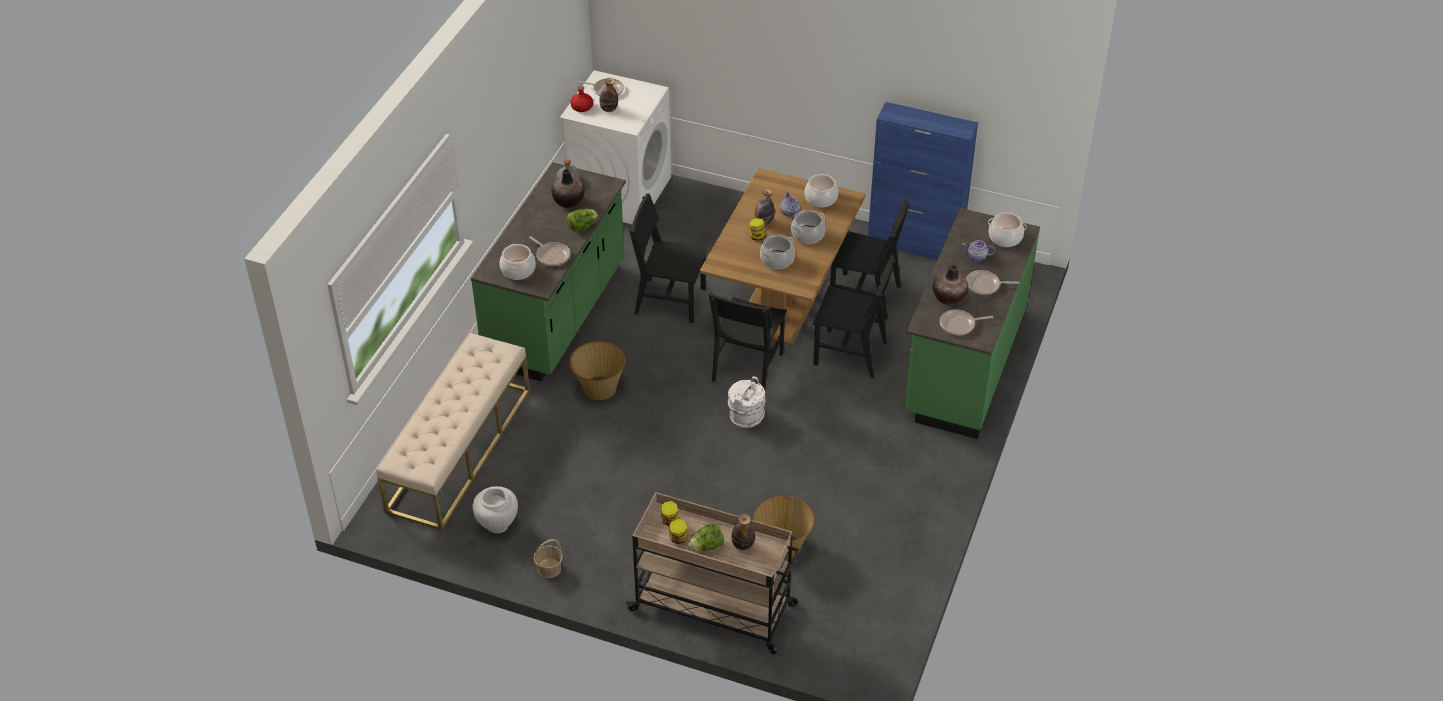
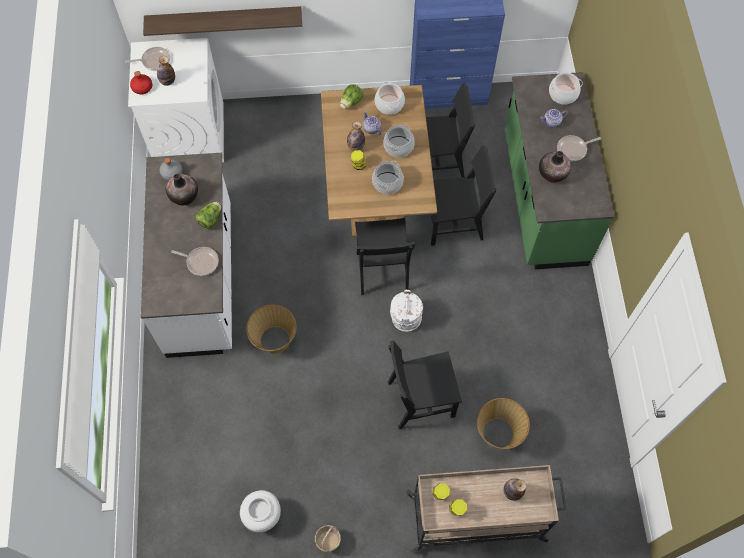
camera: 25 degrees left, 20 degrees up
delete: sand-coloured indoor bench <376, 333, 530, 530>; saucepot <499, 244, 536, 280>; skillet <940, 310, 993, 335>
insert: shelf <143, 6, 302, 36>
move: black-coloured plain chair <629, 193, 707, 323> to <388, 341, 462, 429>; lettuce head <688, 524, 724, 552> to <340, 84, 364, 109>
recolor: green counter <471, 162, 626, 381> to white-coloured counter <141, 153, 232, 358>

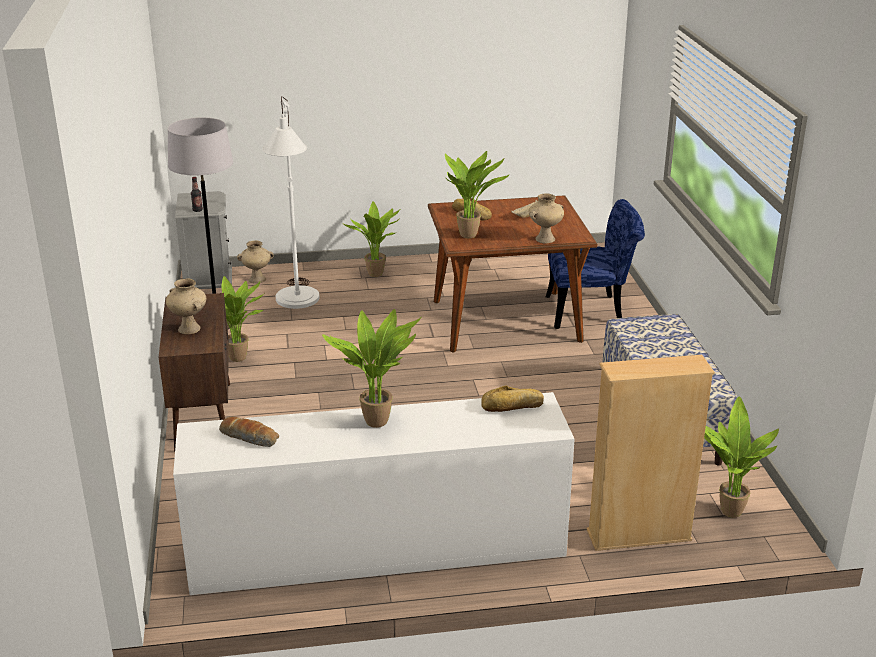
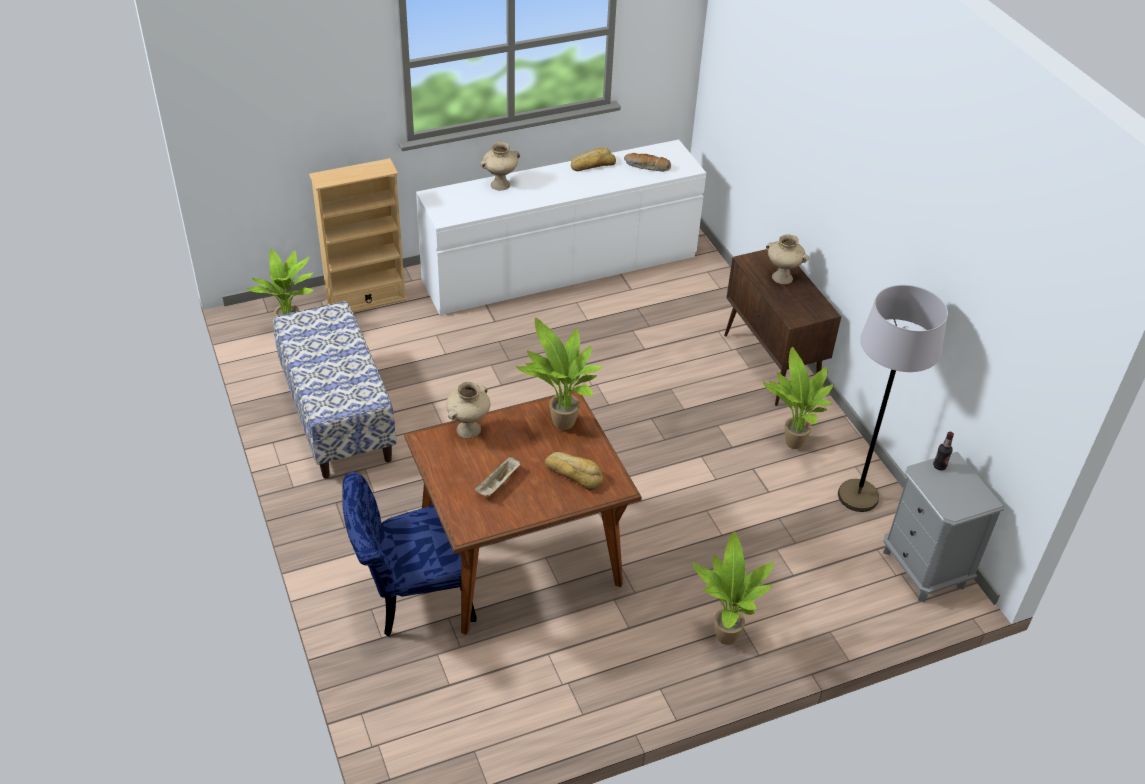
camera: 165 degrees right, 15 degrees up
delete: white-coloured floor lamp <262, 96, 320, 309>; plant in a pot <322, 309, 421, 428>
move: sand-coloured flower vase <237, 241, 274, 283> to <480, 142, 520, 190>; bakery bread <481, 385, 544, 412> to <571, 148, 616, 171>

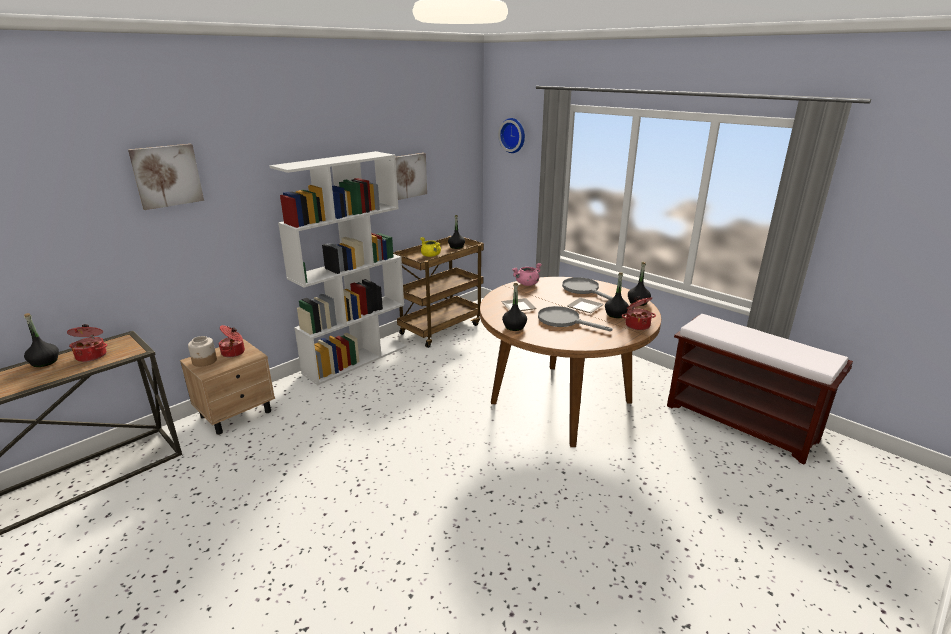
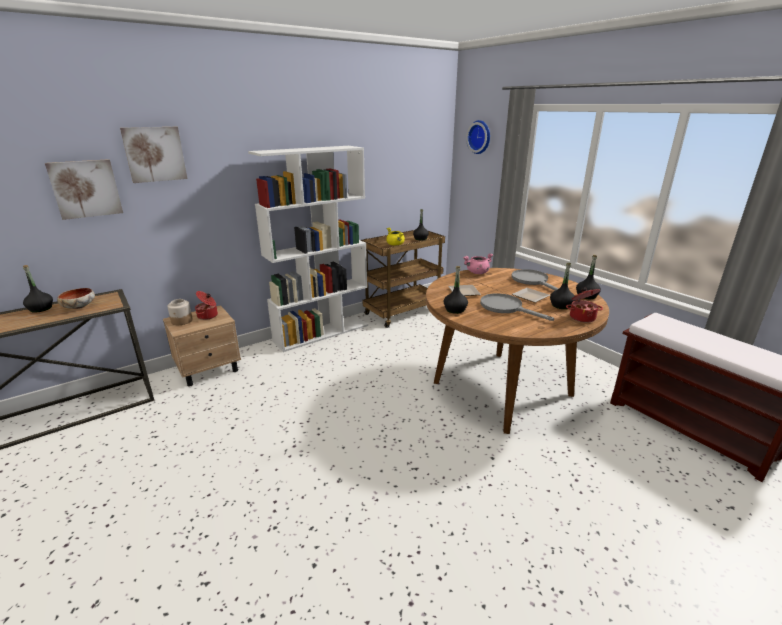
camera: 10 degrees right, 0 degrees up
move: wall art <395, 153, 427, 200> to <45, 159, 123, 220>
replace: saucepot <67, 324, 107, 362> to bowl <57, 288, 95, 309>

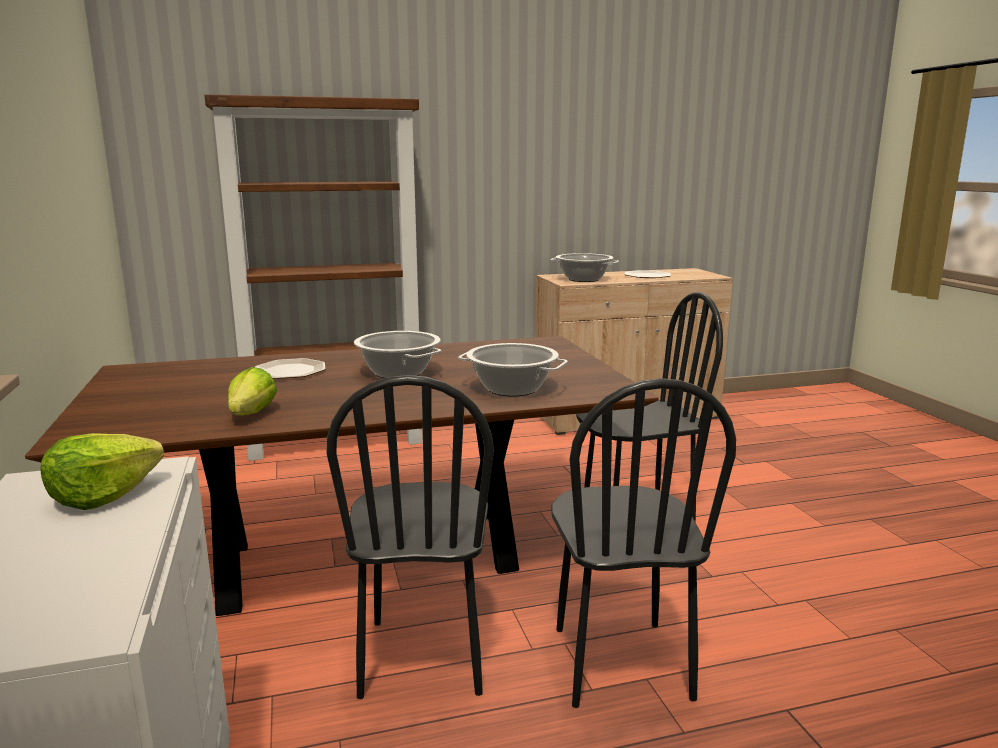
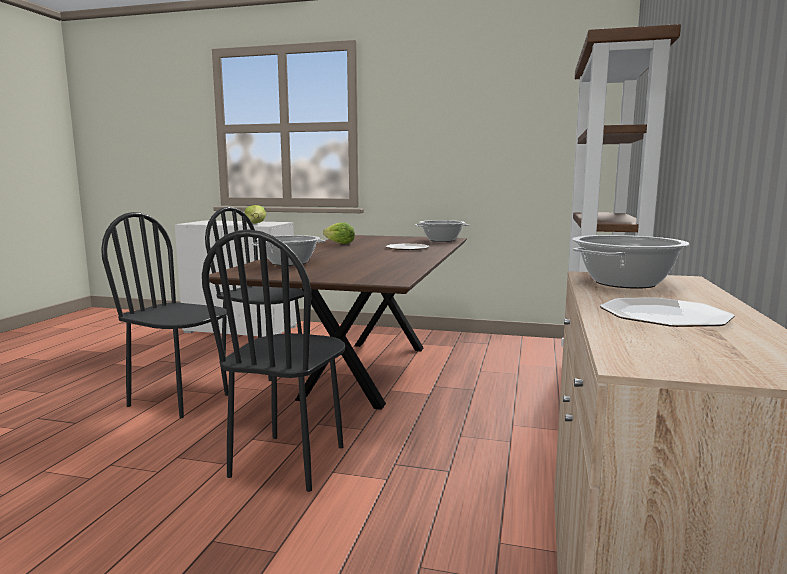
camera: 120 degrees right, 5 degrees down
move: saucepot <354, 331, 441, 378> to <415, 220, 469, 242>

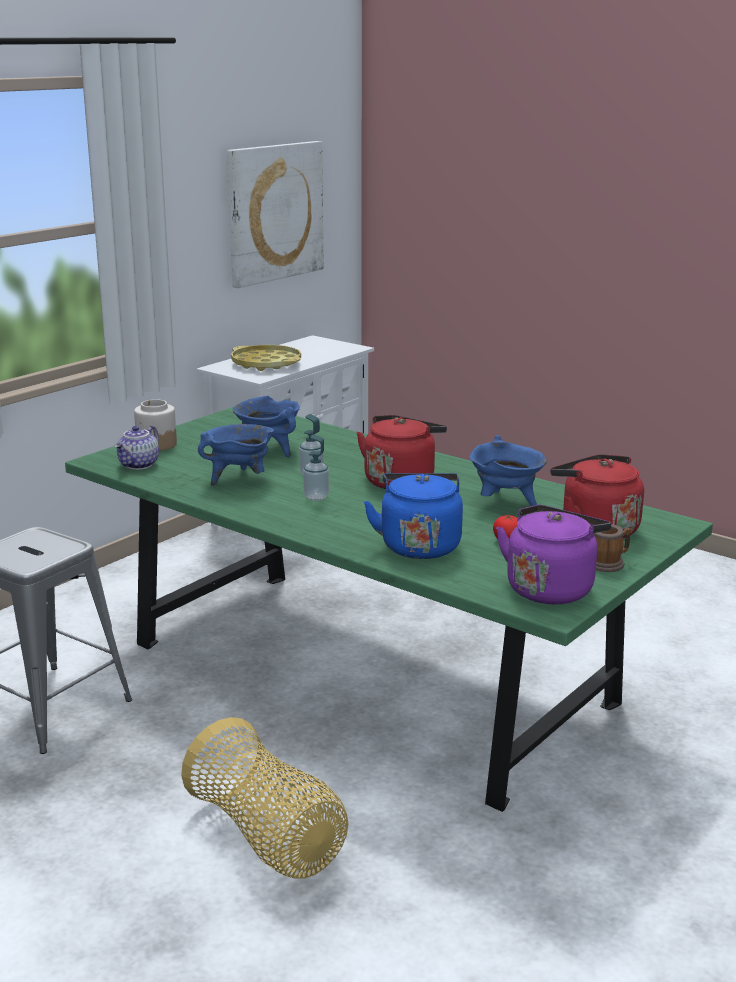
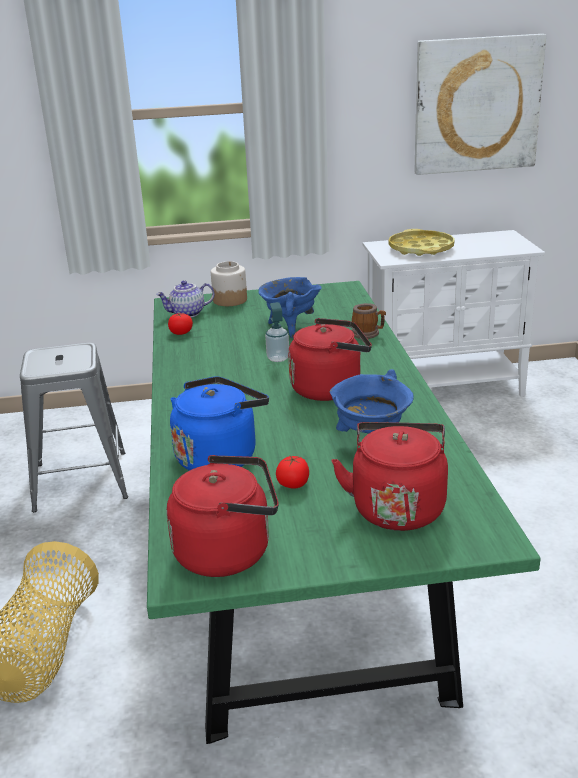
camera: 45 degrees right, 5 degrees up
delete: blue saucepot <198, 424, 274, 486>; soap dispenser <303, 434, 329, 500>
insert: fresh tomato <168, 313, 193, 335>
move: coffee mug <593, 524, 632, 572> to <351, 303, 386, 339>
recolor: purplish kettle <496, 505, 611, 604> to red-coloured kettle <166, 455, 279, 577>

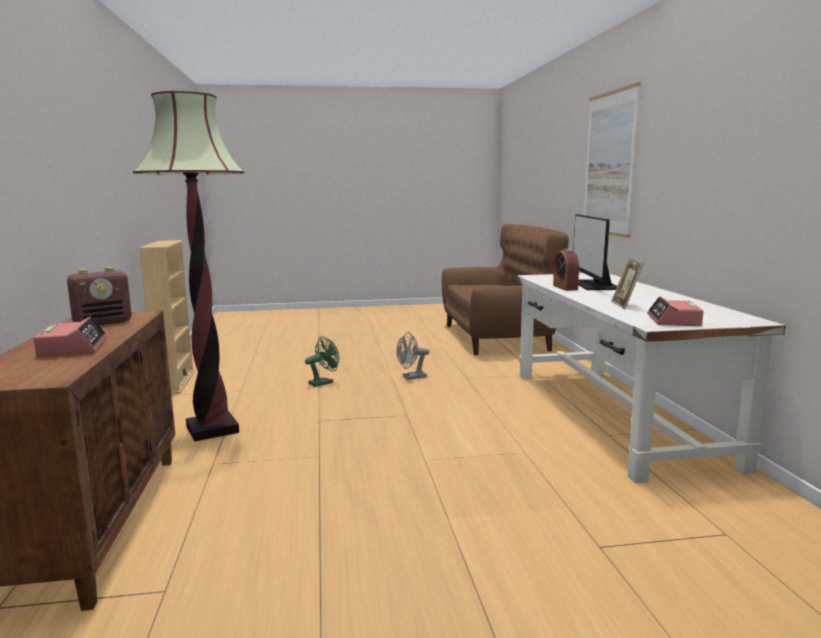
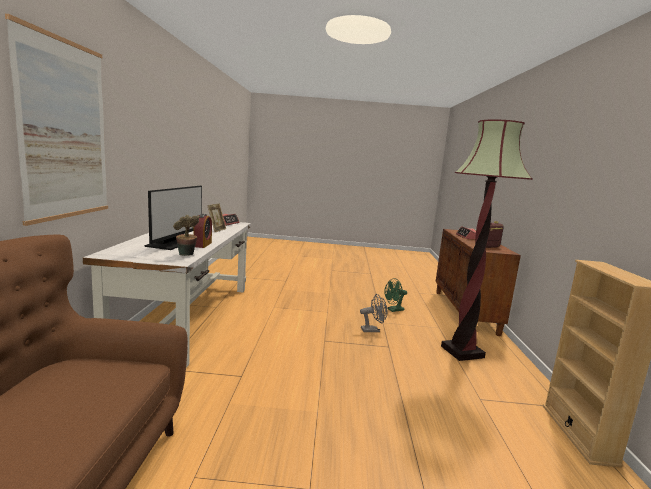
camera: 170 degrees left, 0 degrees up
insert: plant in a pot <173, 215, 199, 256>
move: green fan <305, 336, 339, 387> to <384, 278, 407, 312>; gray fan <397, 332, 430, 380> to <360, 294, 388, 332>

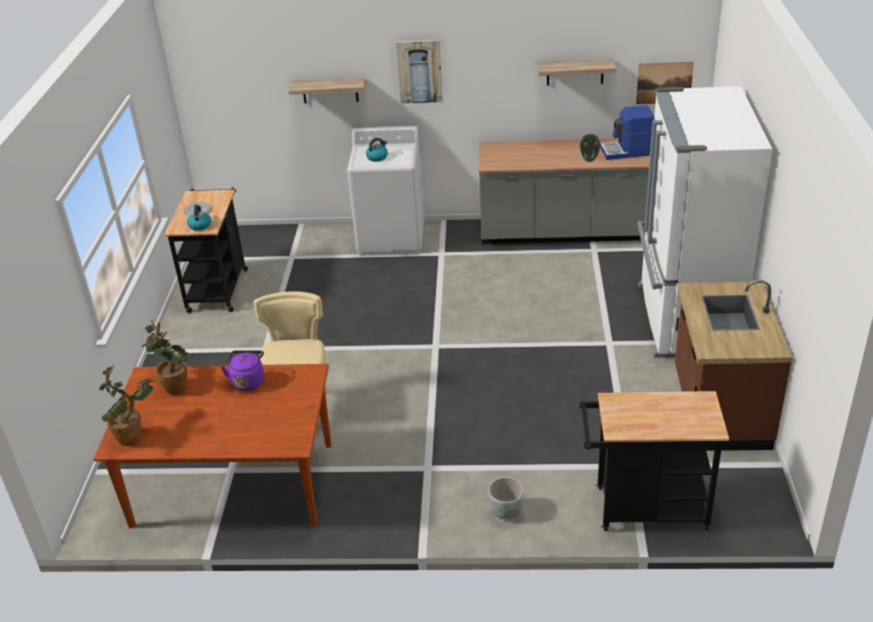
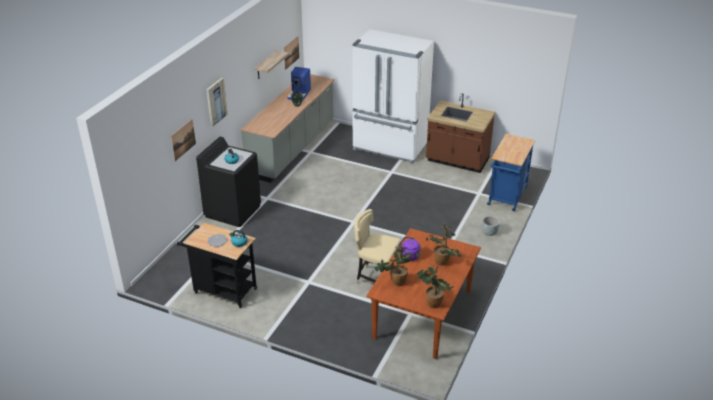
camera: 70 degrees left, 0 degrees up
insert: plant in a pot <426, 223, 461, 266>
replace: shelf <288, 78, 366, 104> to wall art <171, 119, 196, 161>
recolor: white-coloured washing machine <347, 126, 424, 256> to black-coloured washing machine <196, 137, 261, 227>; black-coloured trolley <579, 391, 729, 531> to blue trolley <487, 134, 535, 212>

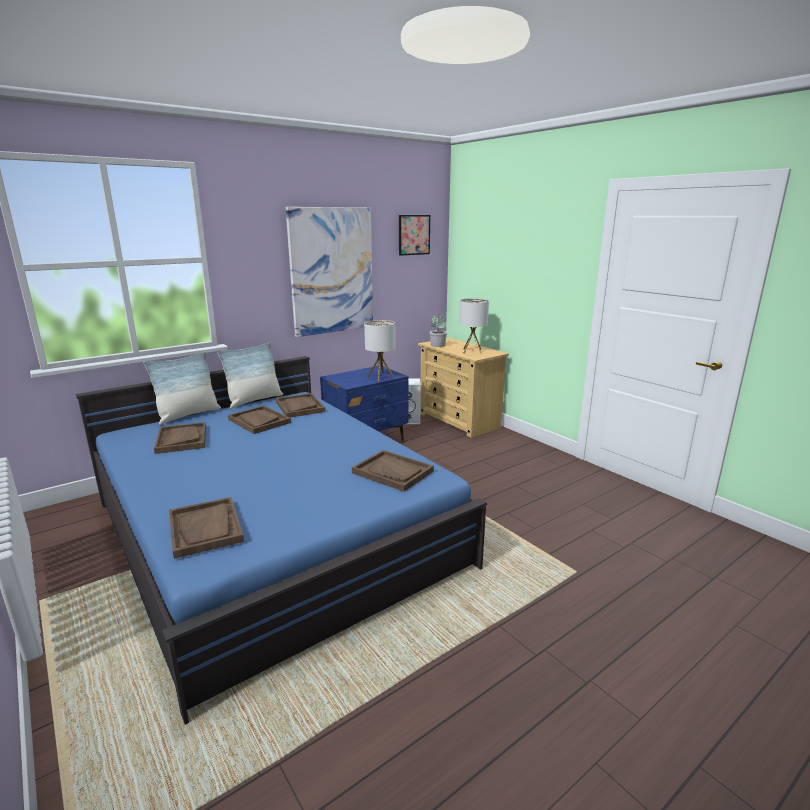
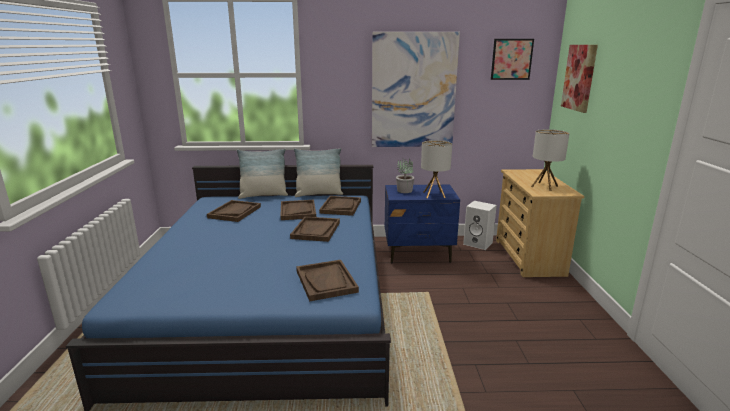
camera: 35 degrees right, 0 degrees up
insert: wall art <561, 45, 598, 113>
move: brown carrying tray <169, 497, 244, 559> to <290, 216, 340, 242>; plant in a pot <429, 314, 447, 347> to <396, 157, 414, 193>

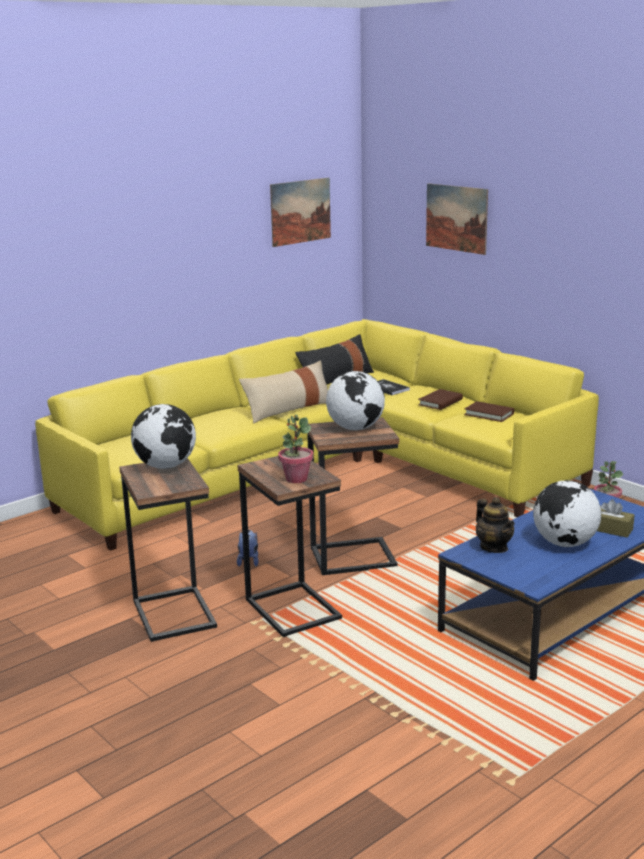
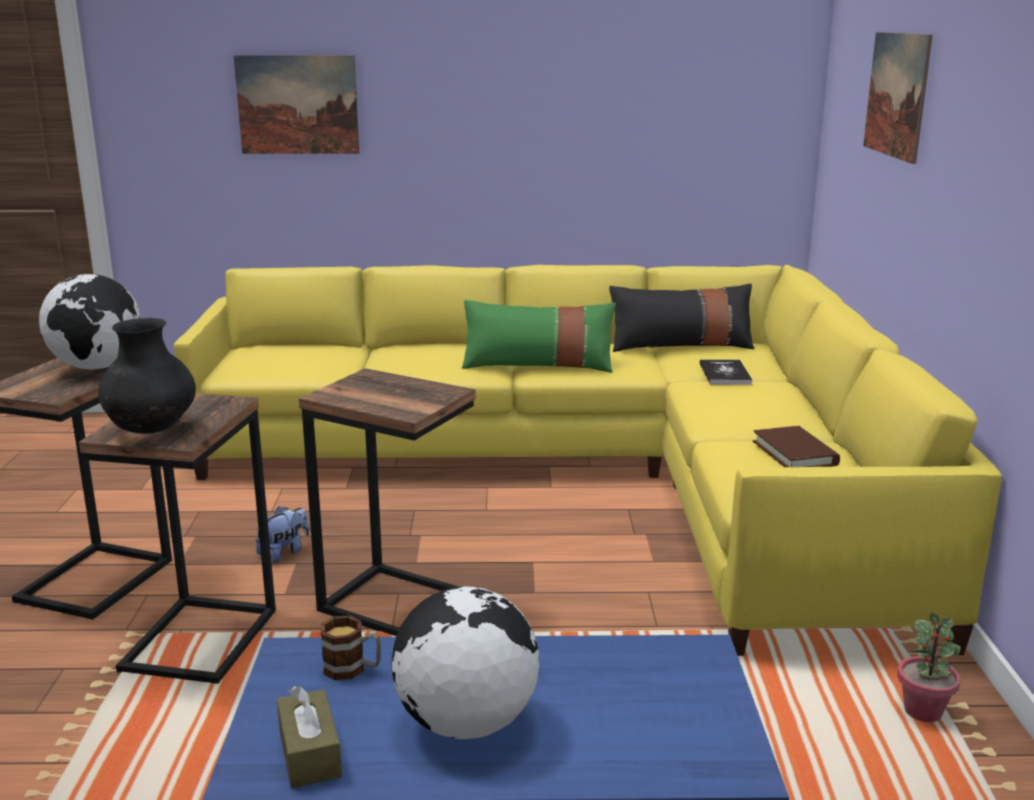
camera: 40 degrees right, 0 degrees up
delete: world globe <326, 371, 385, 430>; brown book <418, 389, 463, 410>
move: wall art <270, 178, 331, 247> to <234, 55, 360, 154>; brown tissue box <597, 499, 634, 537> to <277, 686, 342, 788>
replace: plant in a pot <278, 415, 314, 483> to black-coloured flower vase <98, 318, 196, 434>; teapot <476, 497, 515, 553> to coffee mug <321, 615, 381, 680>
recolor: sand-coloured cushion <239, 361, 328, 423> to green cushion <462, 300, 616, 373>

